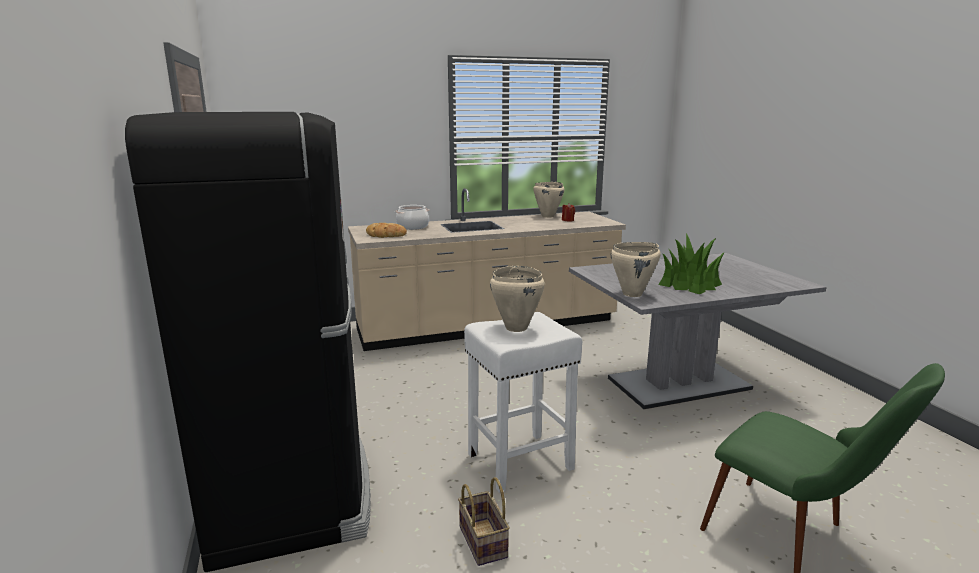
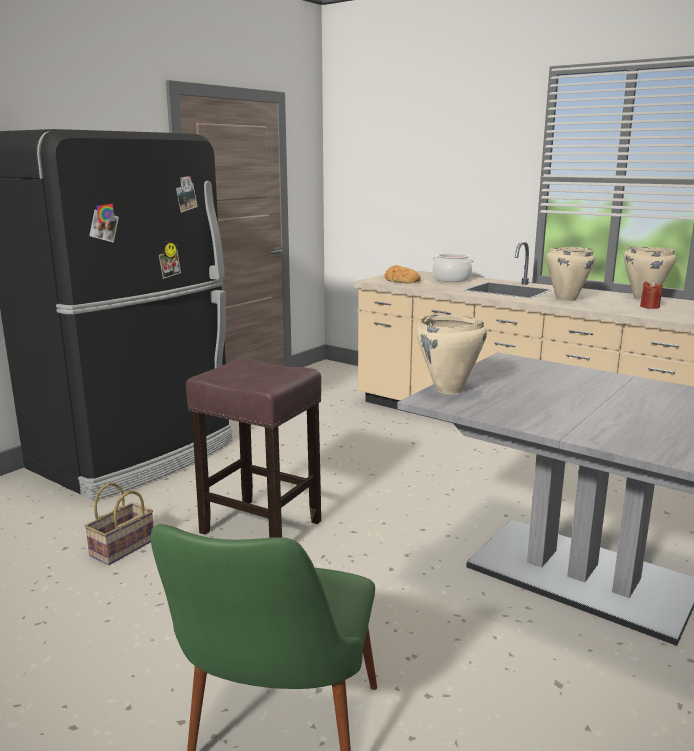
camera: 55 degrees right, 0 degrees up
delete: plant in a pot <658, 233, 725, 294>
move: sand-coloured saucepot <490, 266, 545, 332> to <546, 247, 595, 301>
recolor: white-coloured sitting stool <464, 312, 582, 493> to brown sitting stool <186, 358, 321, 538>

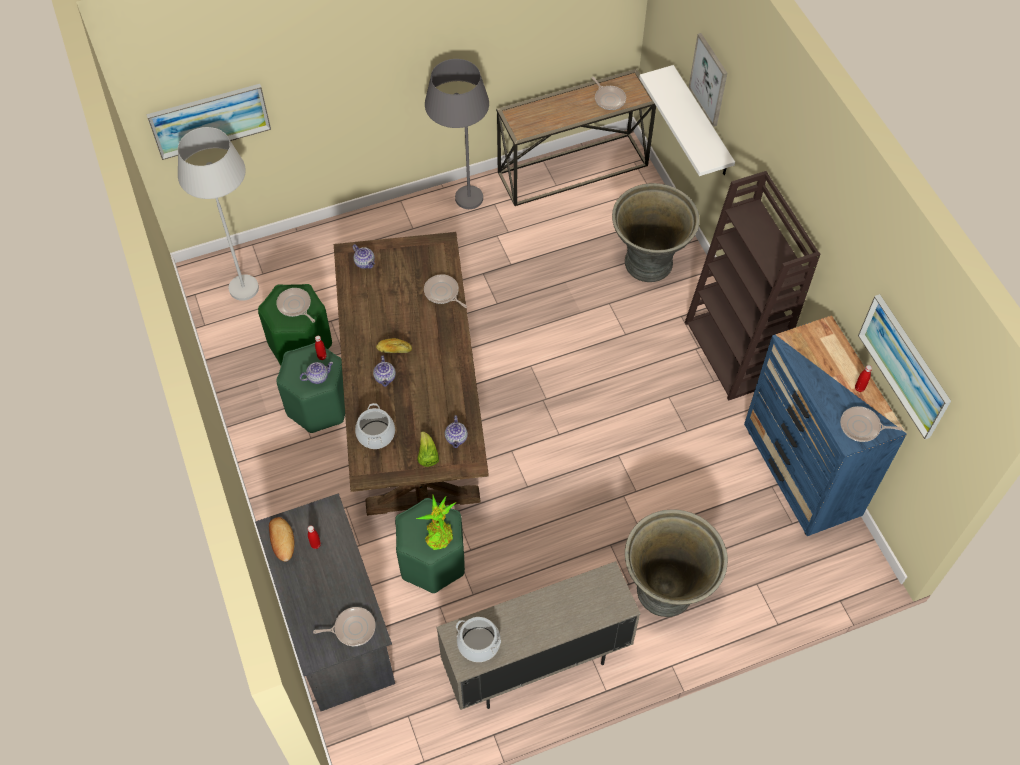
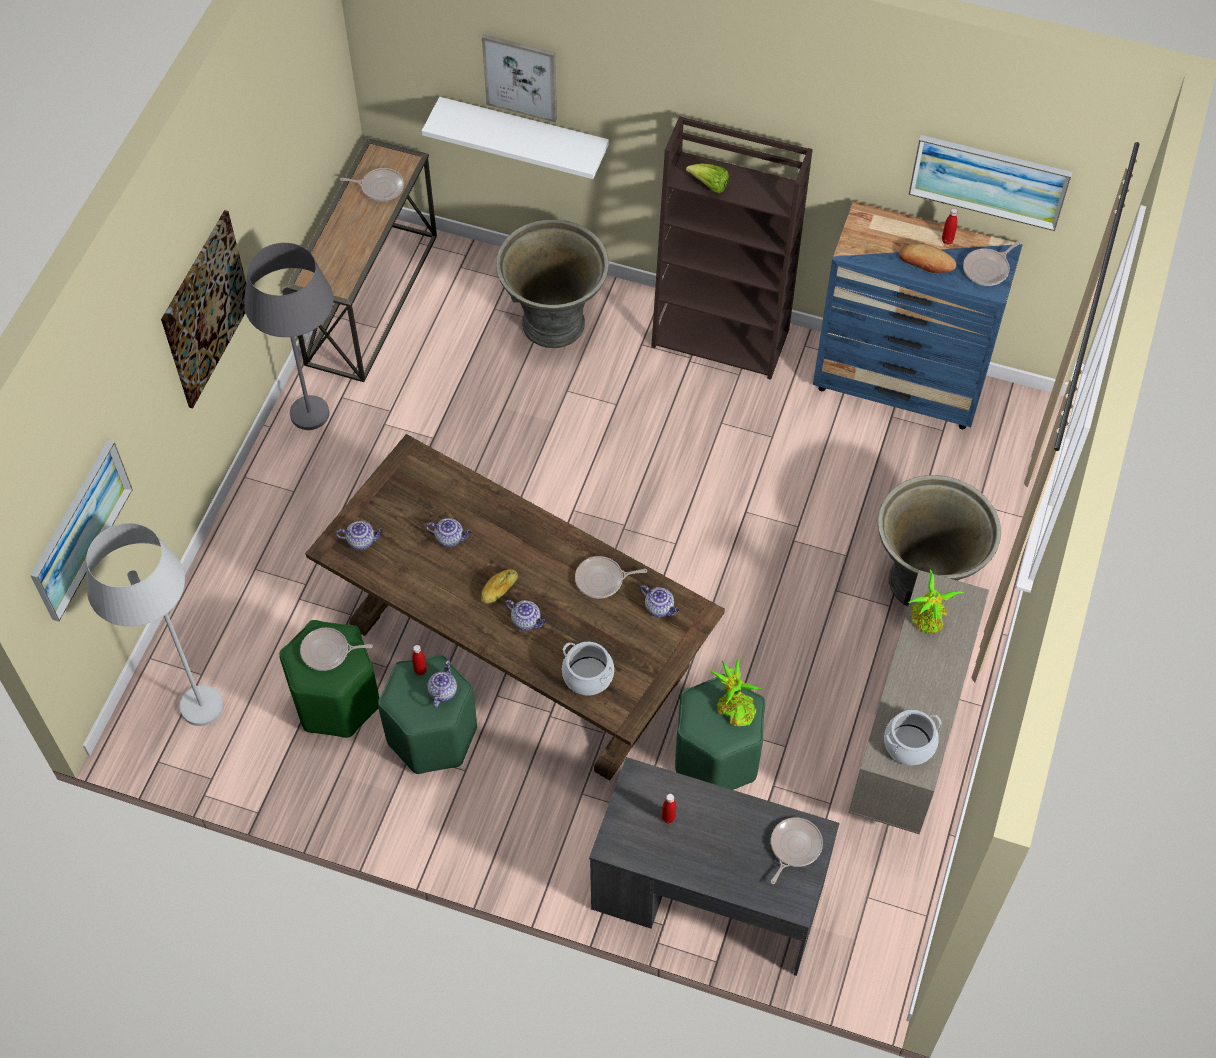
camera: 50 degrees left, 0 degrees up
insert: wall art <161, 210, 246, 408>; teapot <426, 518, 471, 547>; plant in a pot <908, 569, 964, 634>
move: bakery bread <269, 517, 295, 562> to <899, 243, 957, 273>; lettuce head <417, 431, 439, 467> to <686, 163, 729, 193>; skillet <424, 274, 467, 308> to <575, 556, 647, 599>

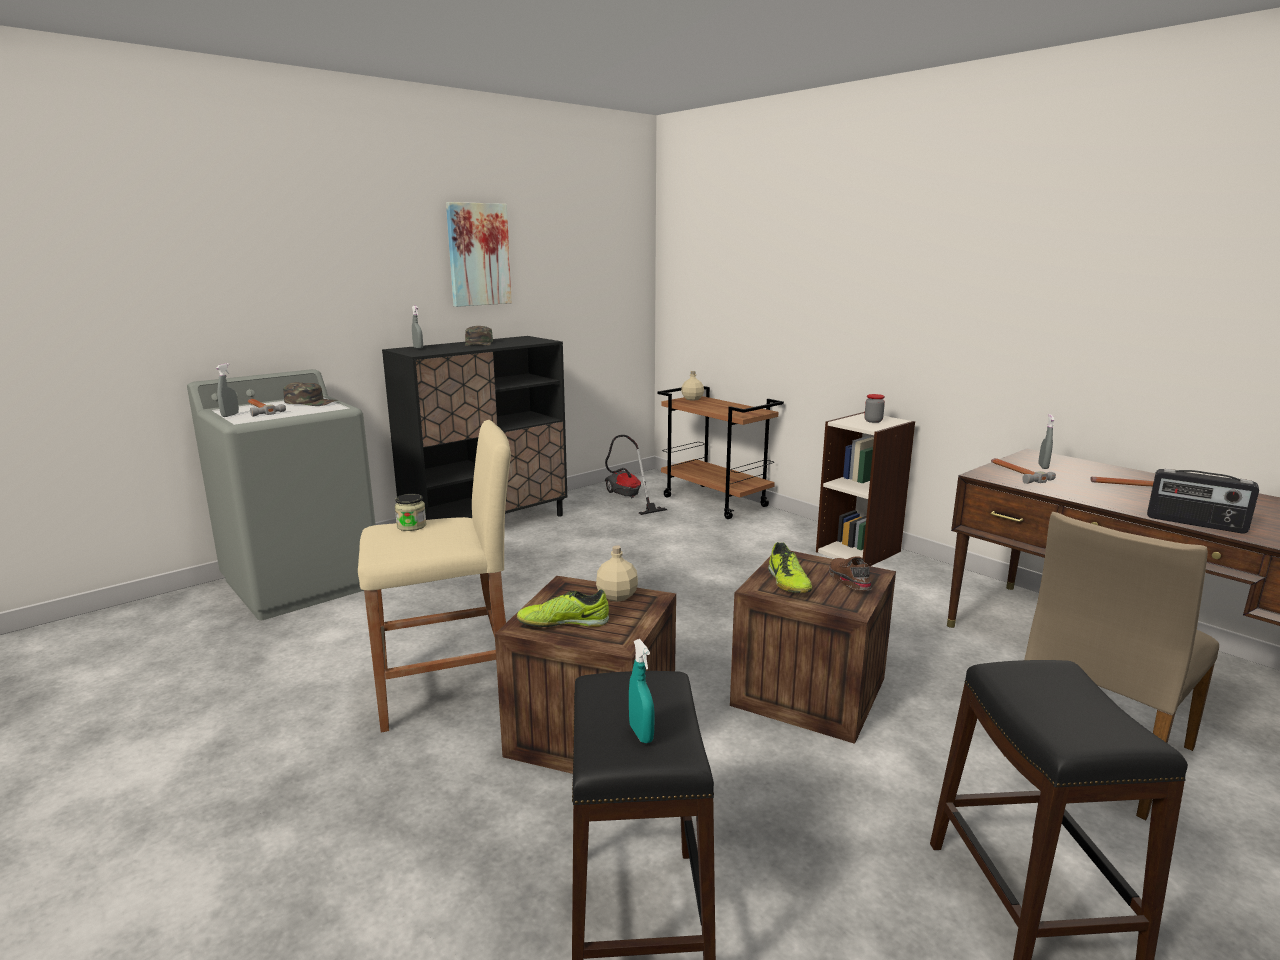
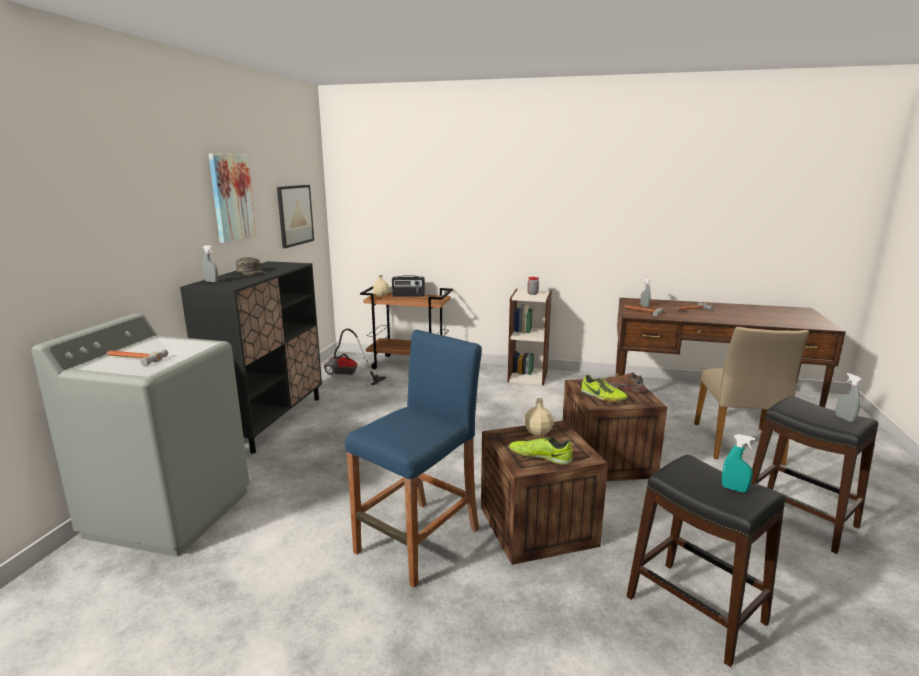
camera: 35 degrees left, 0 degrees up
delete: green baseball cap <283, 382, 339, 406>; preserve jar <395, 494, 427, 531>
insert: wall art <277, 185, 314, 248>
move: gray spray bottle <216, 363, 239, 417> to <836, 373, 862, 423>; radio receiver <1147, 469, 1259, 533> to <392, 275, 425, 296>
recolor: sand-coloured sitting stool <358, 420, 511, 732> to blue sitting stool <345, 330, 482, 588>
rotate: shoe <517, 589, 609, 627> = <509, 436, 572, 465> 60 degrees clockwise

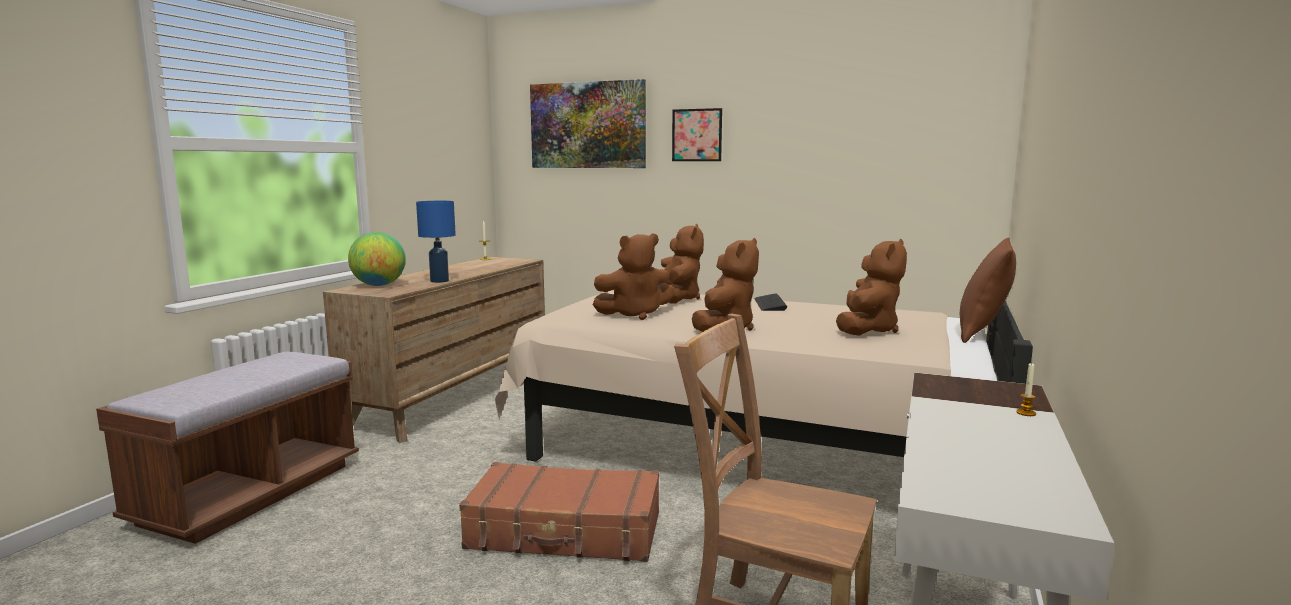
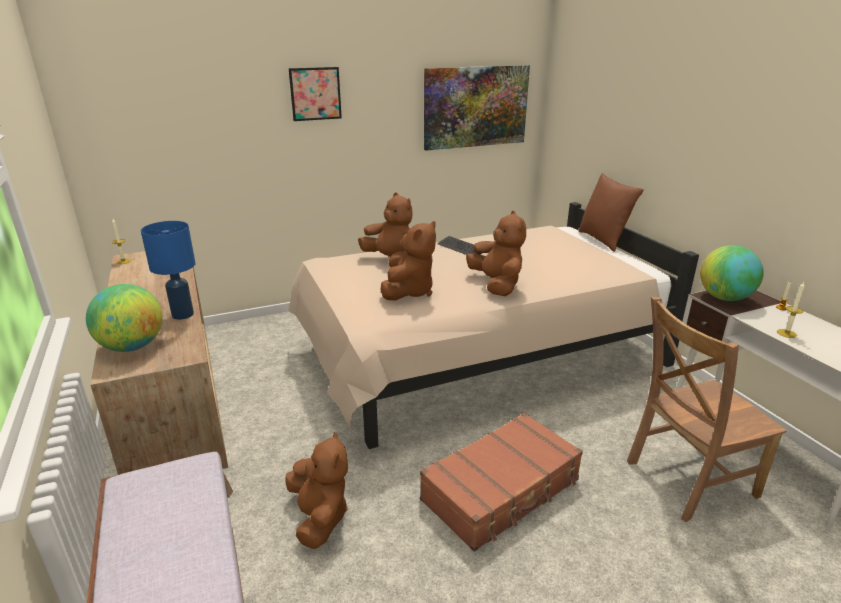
camera: 45 degrees left, 15 degrees up
insert: world globe <700, 245, 764, 301>; candle <777, 282, 805, 338>
move: wall art <530, 79, 646, 168> to <424, 65, 530, 151>; brown cuddly toy <836, 239, 907, 336> to <285, 432, 348, 549>

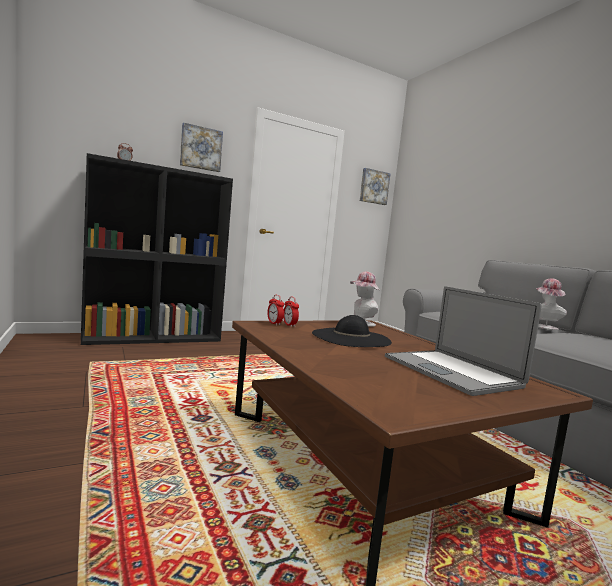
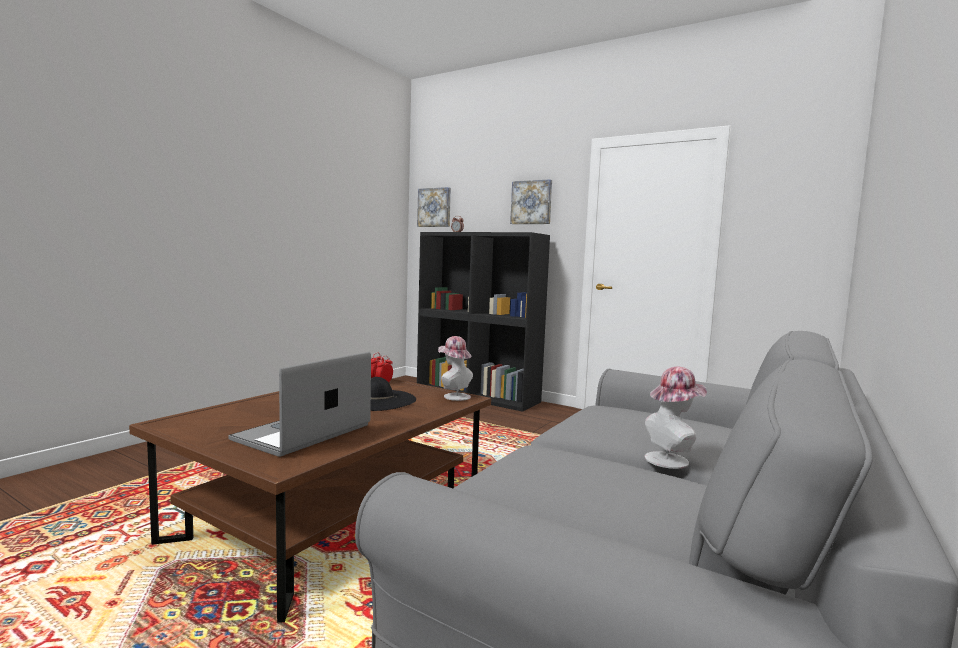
camera: 60 degrees right, 0 degrees up
move: wall art <360, 168, 391, 205> to <417, 187, 451, 227>

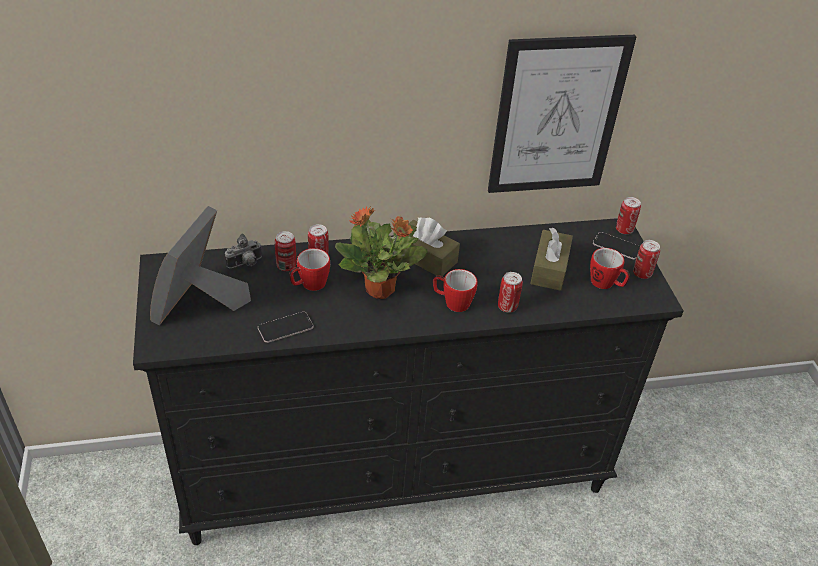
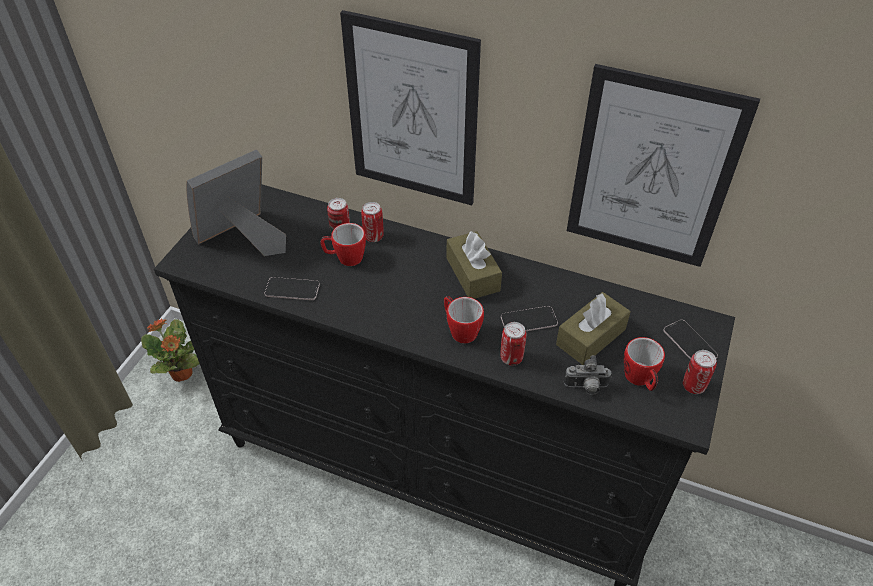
camera: 35 degrees right, 5 degrees up
delete: can <616, 197, 641, 234>
insert: wall art <340, 10, 481, 205>; handset <501, 306, 558, 331>
move: photo camera <225, 233, 262, 268> to <564, 355, 612, 395>; plant in a pot <335, 207, 428, 299> to <141, 318, 200, 382>

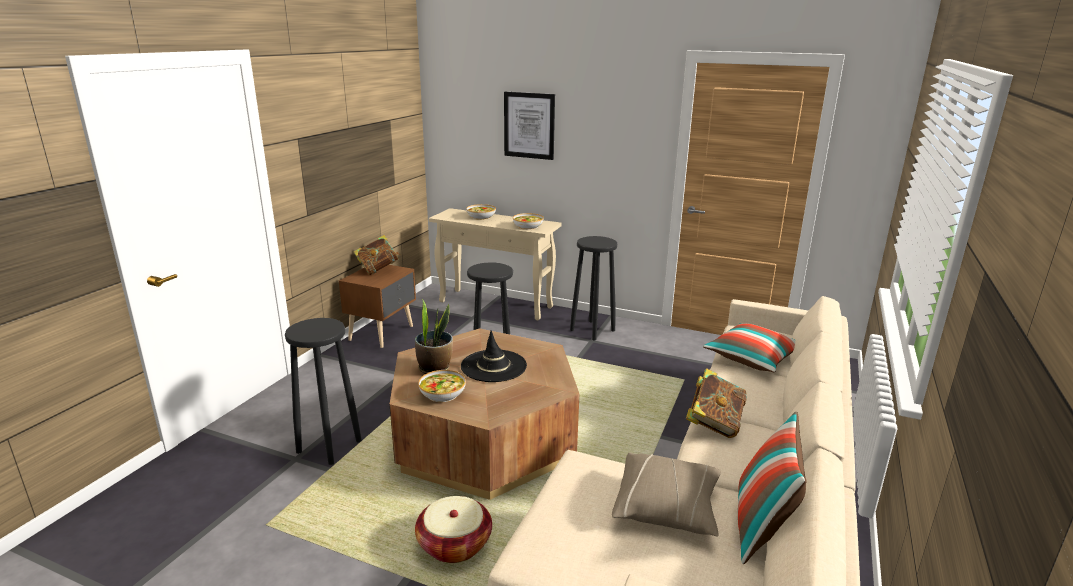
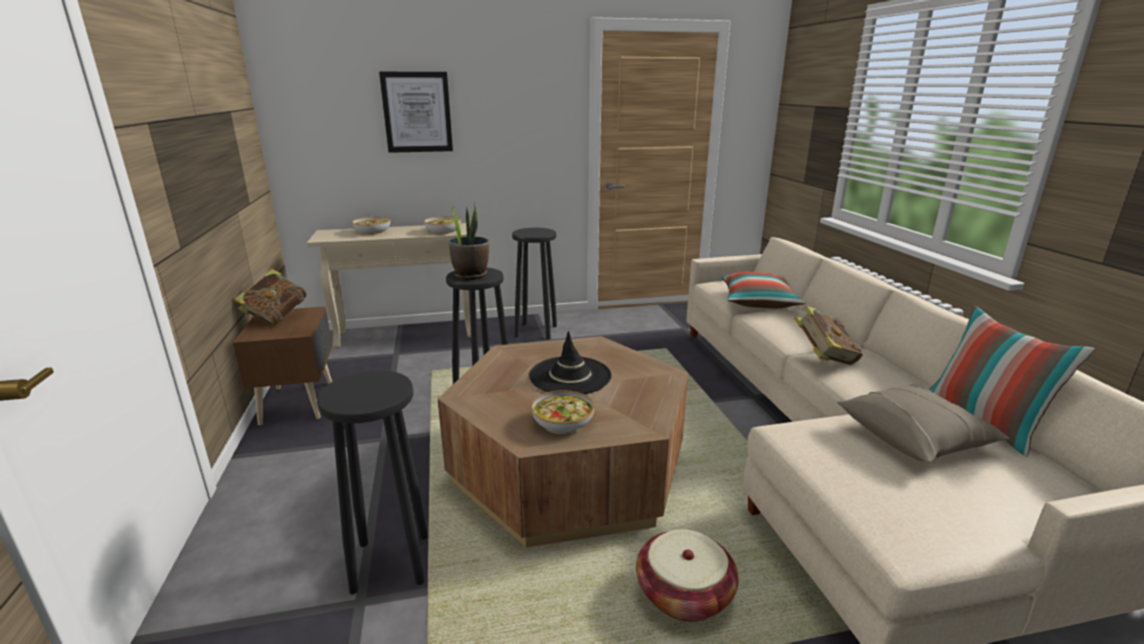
camera: 35 degrees left, 0 degrees up
move: plant in a pot <415, 299, 453, 374> to <448, 200, 489, 280>

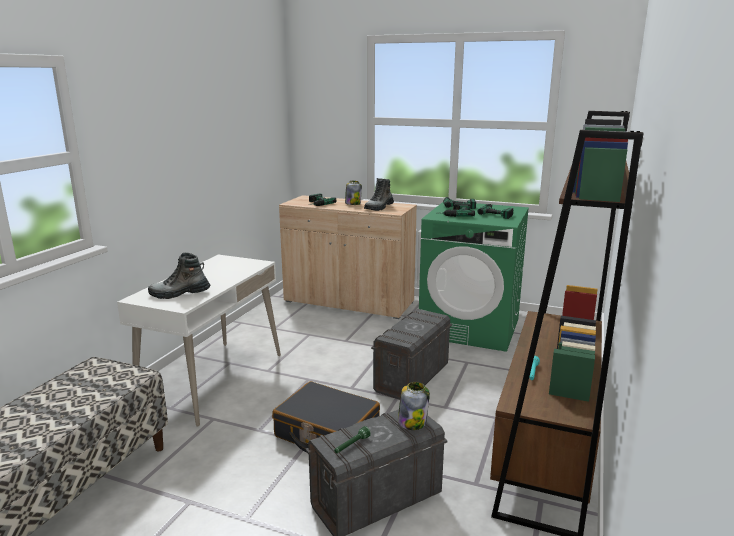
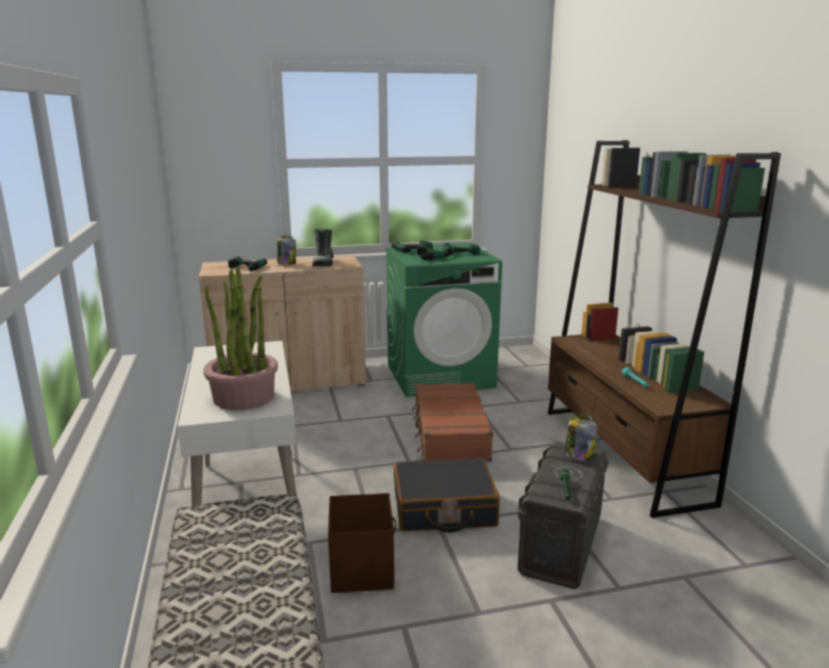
camera: 35 degrees left, 0 degrees up
insert: brown storage bin <328, 493, 396, 593>
replace: boot <148, 253, 210, 299> to plant in a pot <203, 267, 278, 410>; gray storage bin <371, 309, 452, 400> to brown piece of luggage <412, 383, 493, 462>

